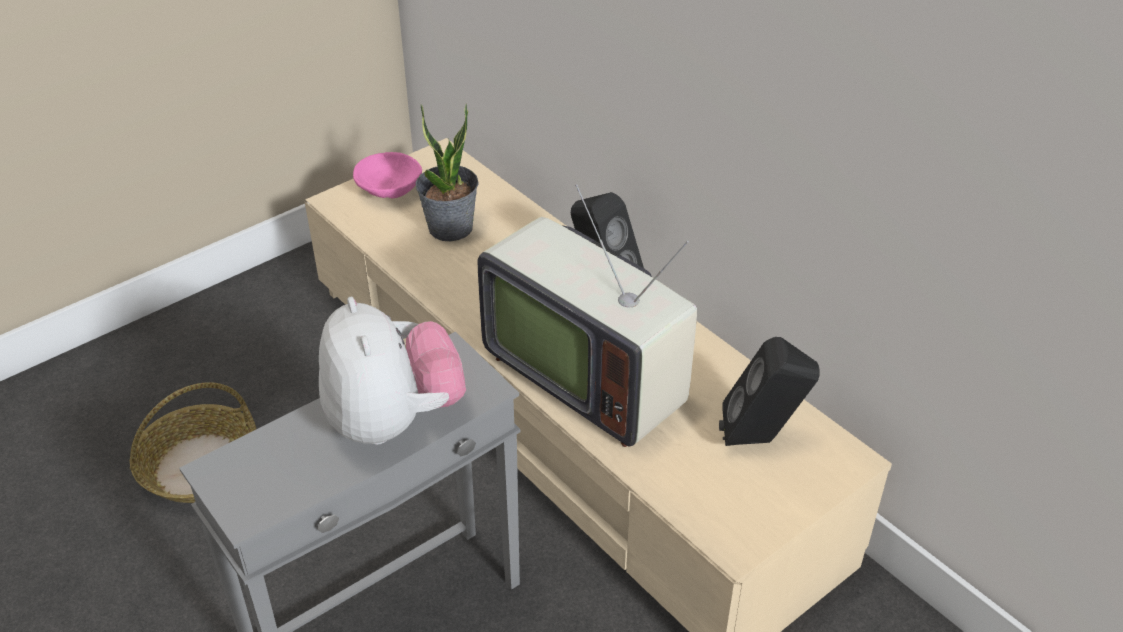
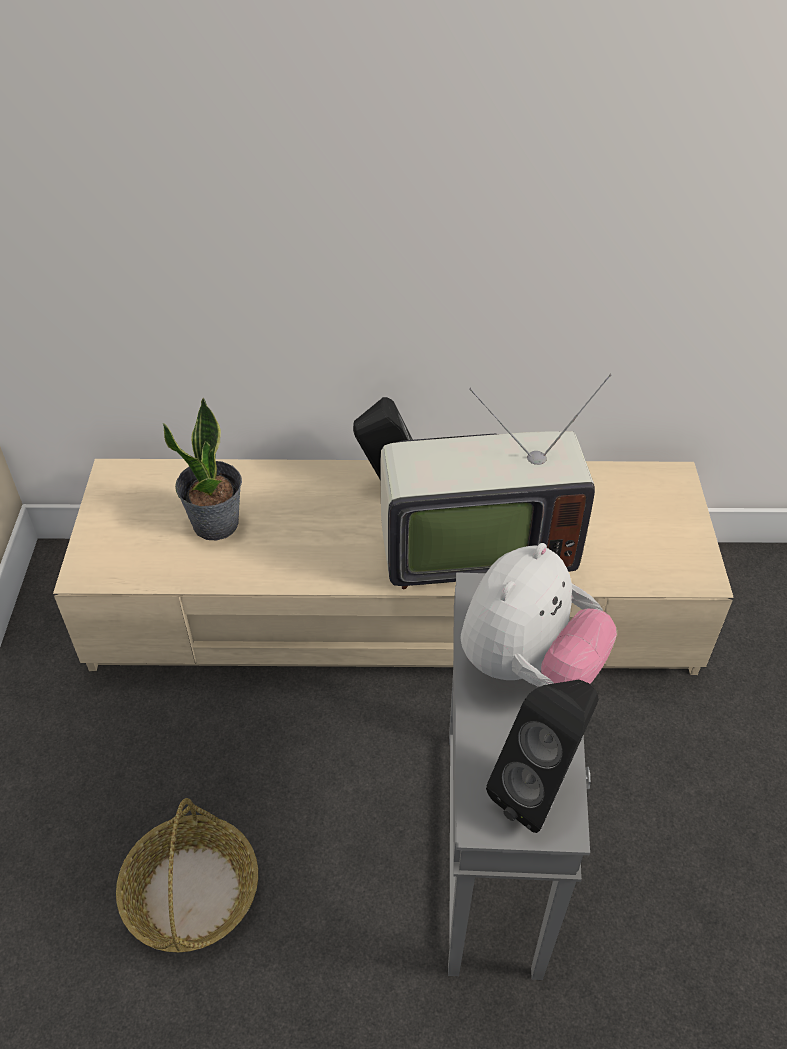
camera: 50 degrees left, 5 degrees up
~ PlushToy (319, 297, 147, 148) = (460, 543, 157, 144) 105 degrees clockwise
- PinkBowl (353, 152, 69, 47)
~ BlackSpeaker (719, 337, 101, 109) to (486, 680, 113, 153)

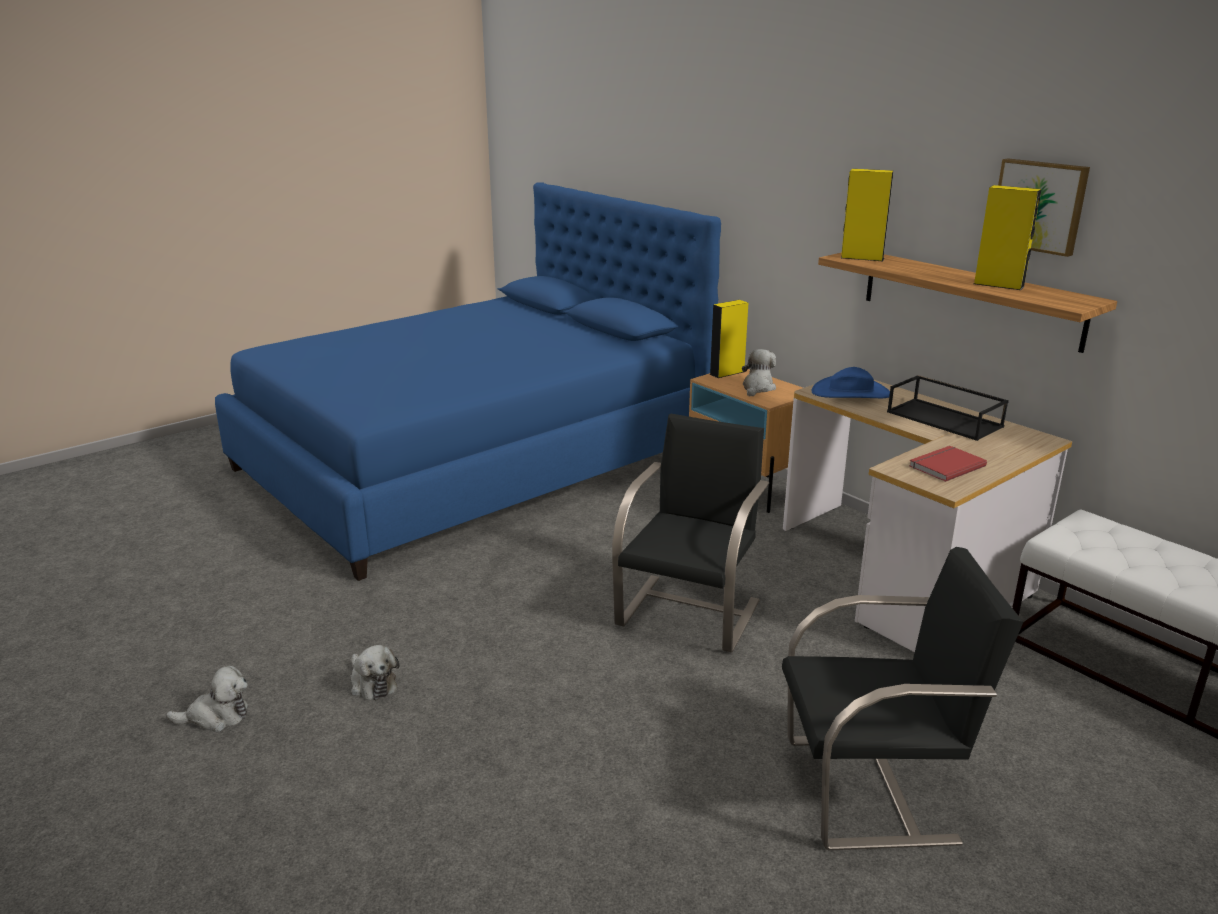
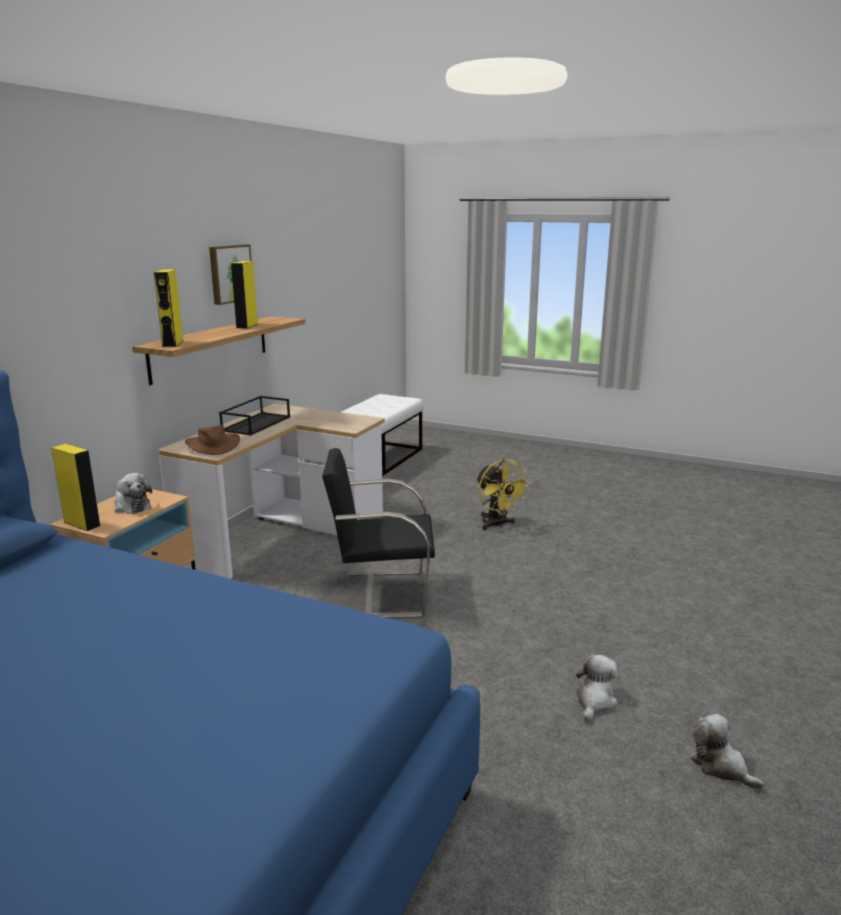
camera: 115 degrees left, 5 degrees down
~ PlushToy (742, 349, 34, 48) = (115, 473, 37, 41) 135 degrees counterclockwise
~ BlackChair (782, 547, 241, 303) to YellowFan (476, 459, 55, 71)
~ BlueHat (811, 367, 79, 31) to BrownHat (185, 425, 55, 30)
- RedBook (909, 446, 78, 36)

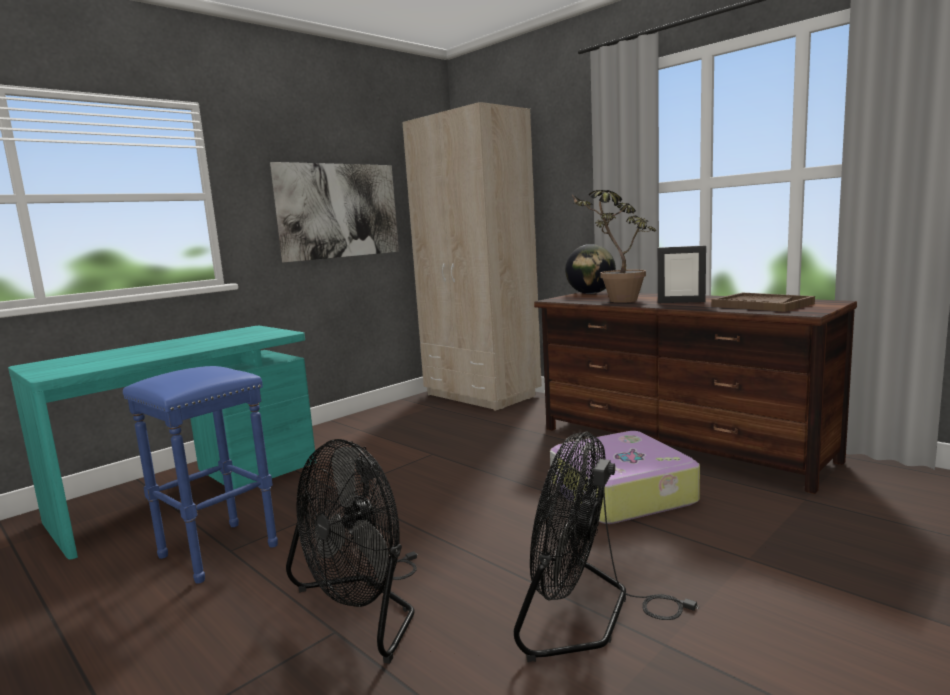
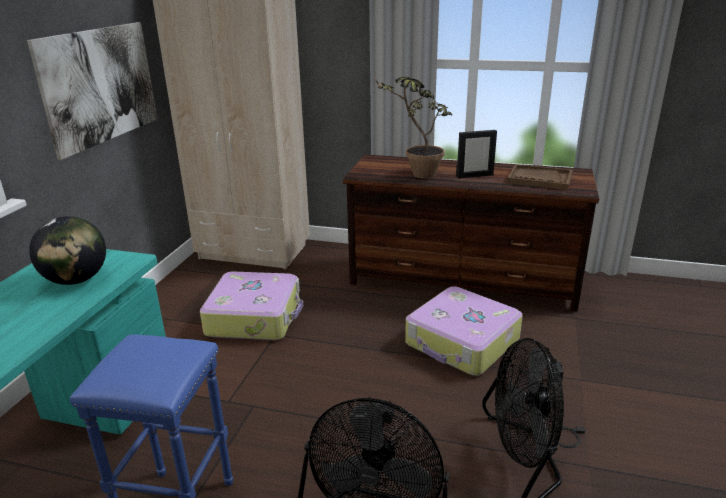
camera: 30 degrees left, 15 degrees up
~ Globe (565, 244, 51, 50) to (29, 216, 77, 69)
+ Suitcase (200, 271, 103, 69)

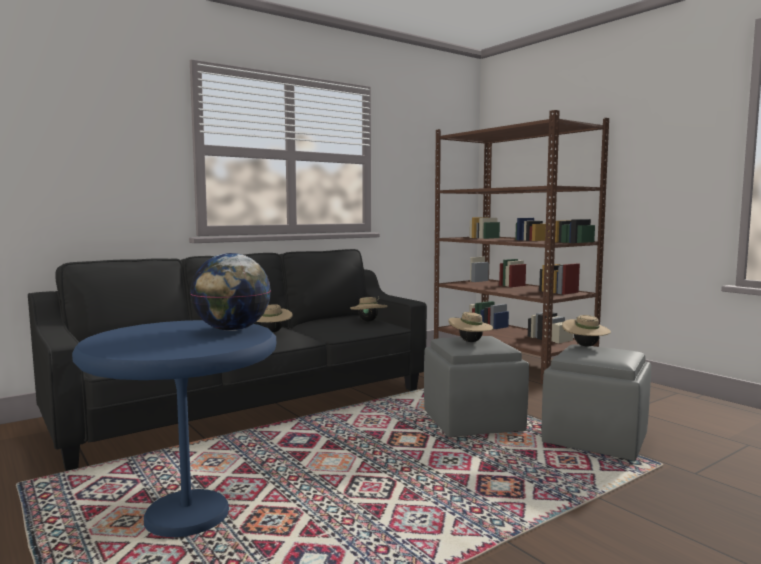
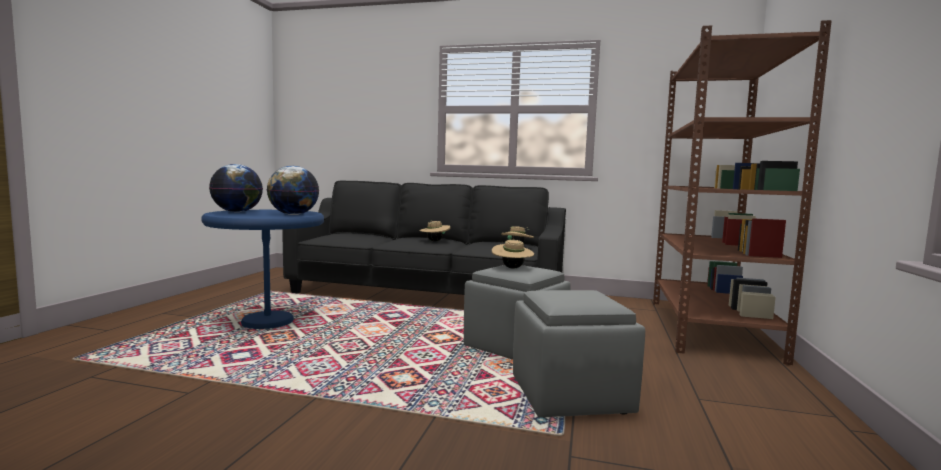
camera: 50 degrees right, 0 degrees up
- BeigeHat (562, 315, 49, 31)
+ Globe (209, 164, 54, 48)

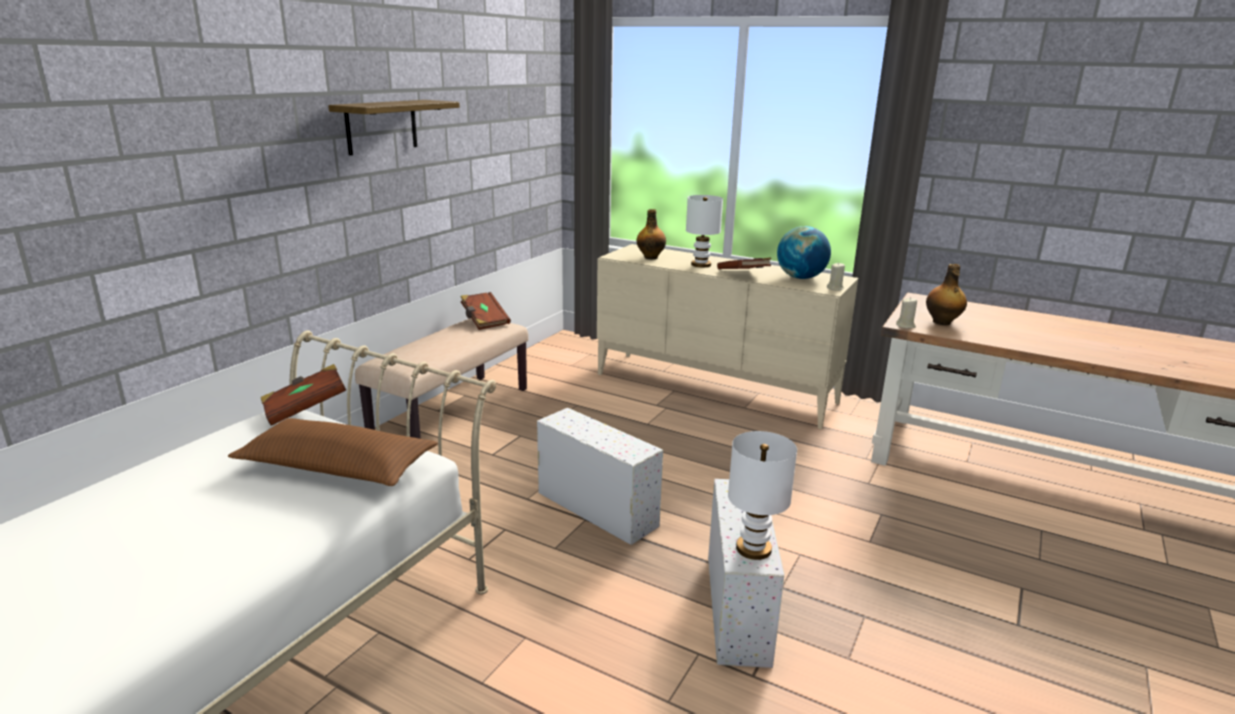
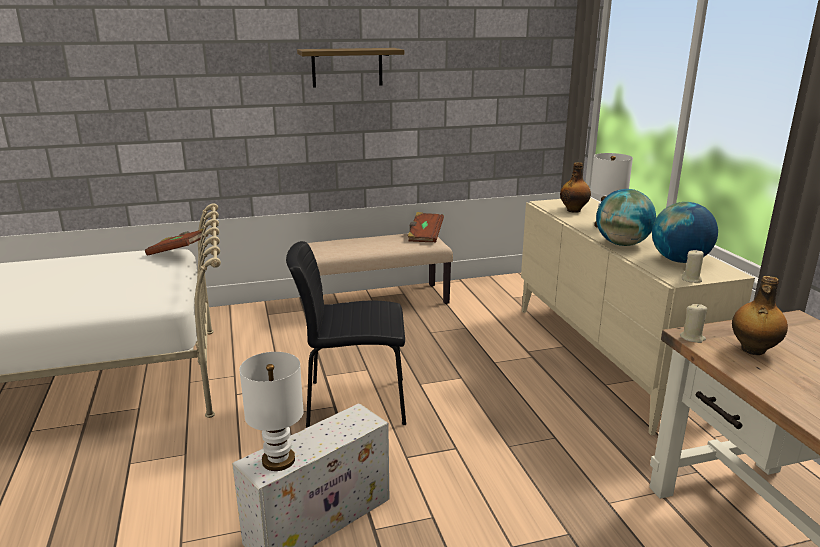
camera: 45 degrees right, 0 degrees up
- BrownPillow (228, 418, 210, 68)
~ WhiteStorageBox (537, 408, 126, 137) to BlackChair (286, 241, 120, 186)
~ BrownBook (717, 257, 54, 12) to Globe (596, 189, 60, 57)

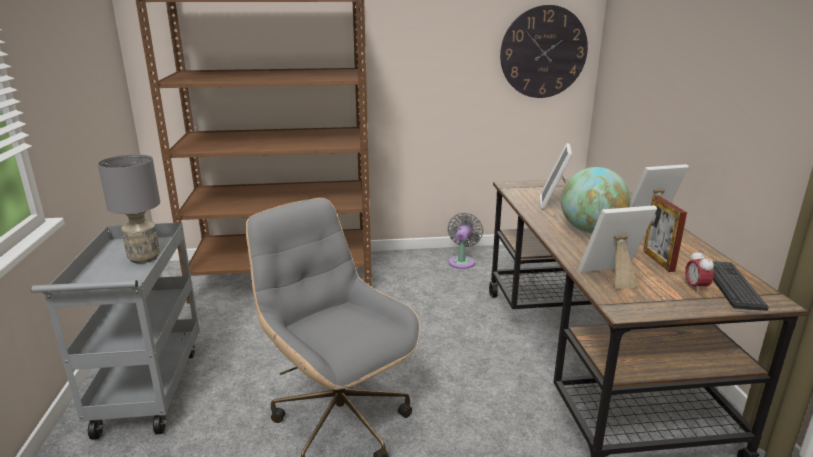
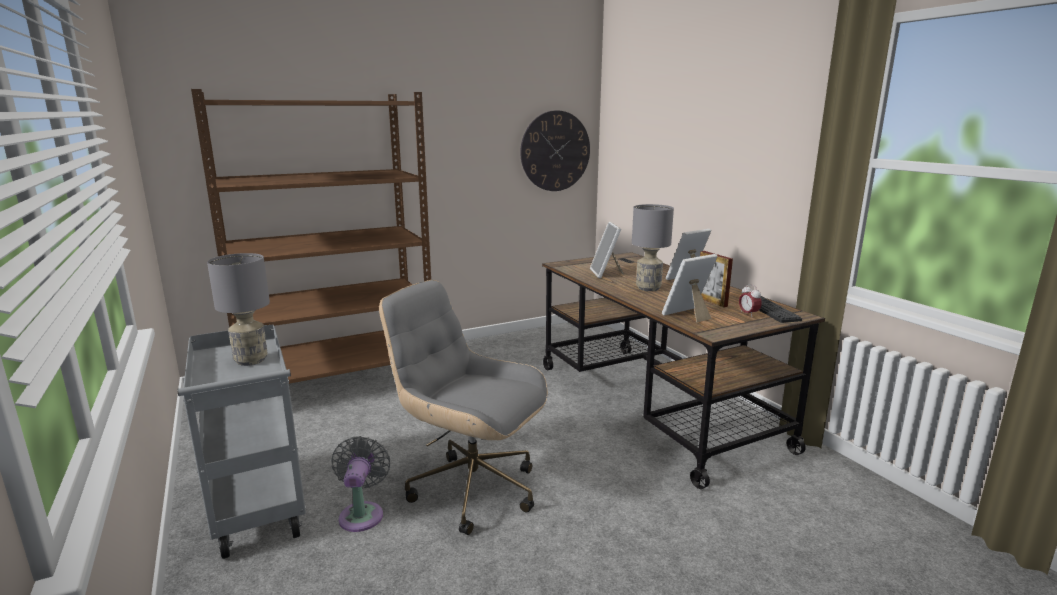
camera: 20 degrees left, 5 degrees down
~ GreyFan (448, 213, 35, 56) to (332, 436, 58, 96)
~ Globe (561, 167, 70, 66) to GreyTableLamp (632, 204, 42, 87)

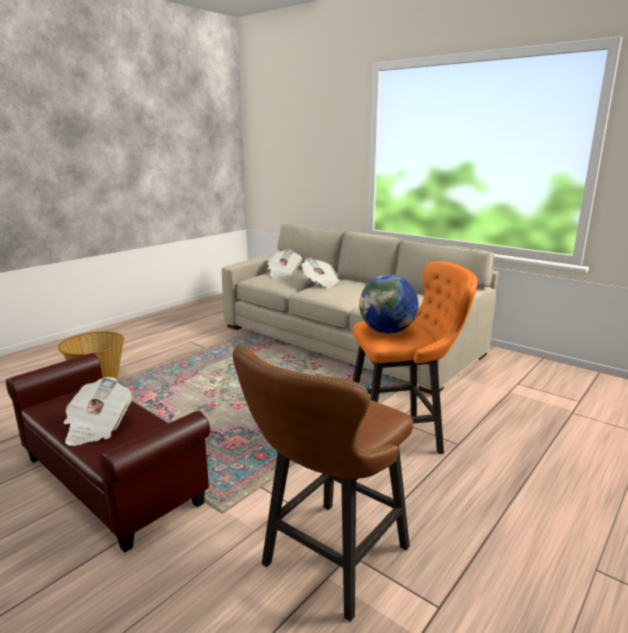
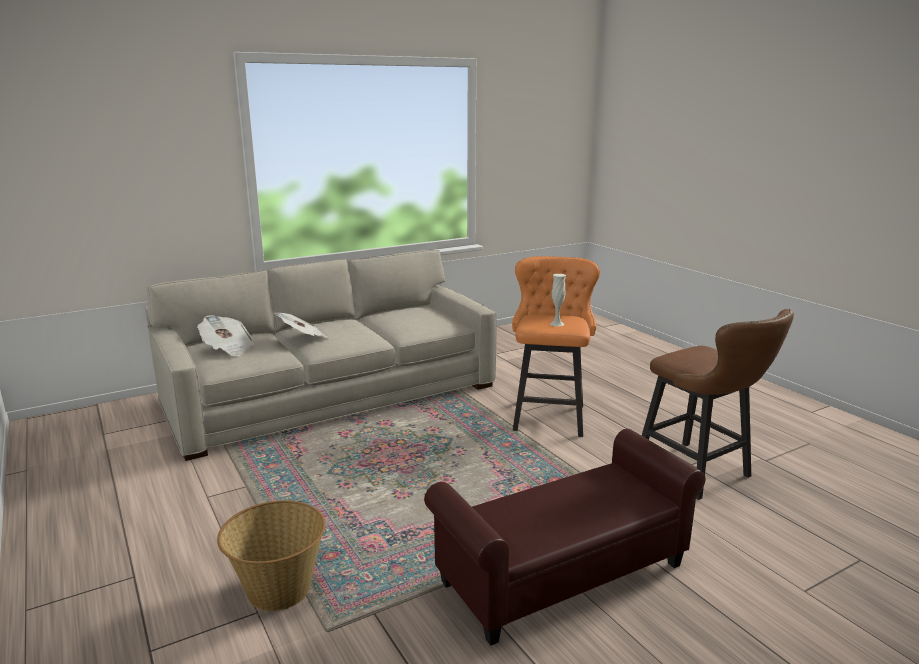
camera: 70 degrees left, 0 degrees up
- Newspaper (64, 377, 68, 69)
~ Globe (359, 275, 59, 58) to WhiteVase (550, 274, 16, 53)

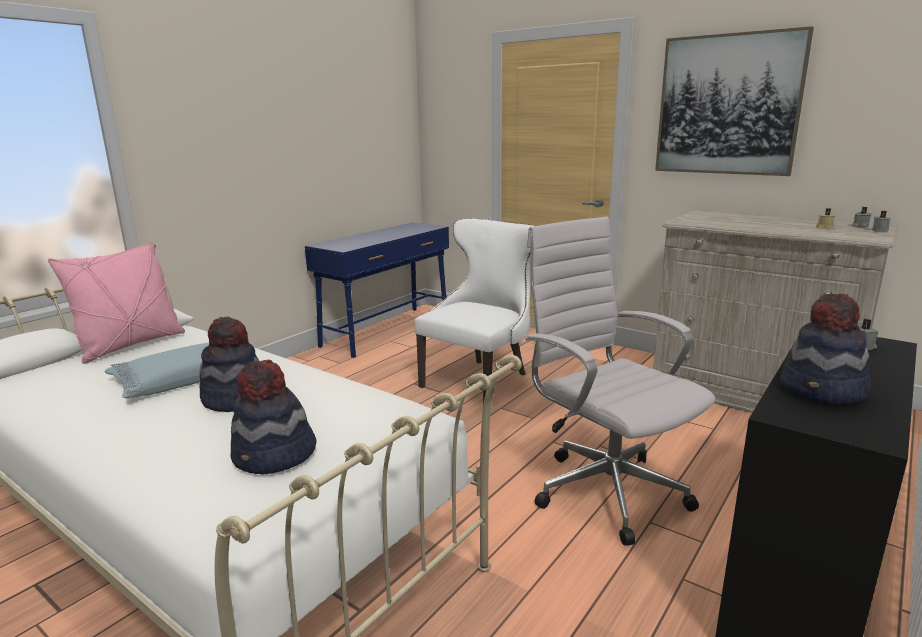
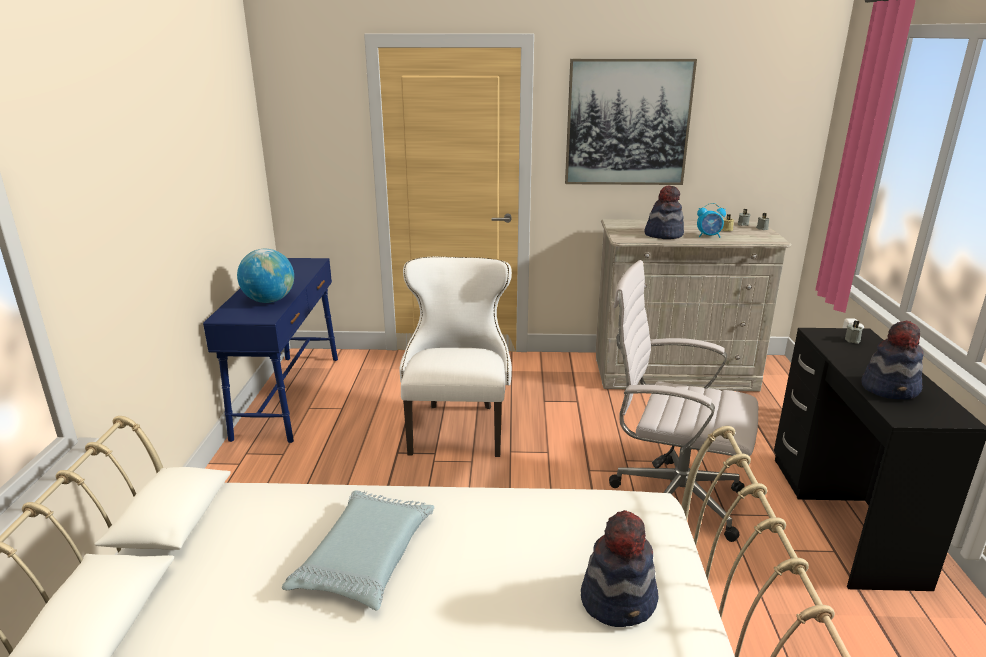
camera: 35 degrees left, 5 degrees up
- PinkPillow (48, 242, 137, 122)
~ Hat (200, 317, 59, 95) to (645, 185, 39, 54)
+ Globe (237, 249, 57, 54)
+ AlarmClock (697, 203, 29, 35)

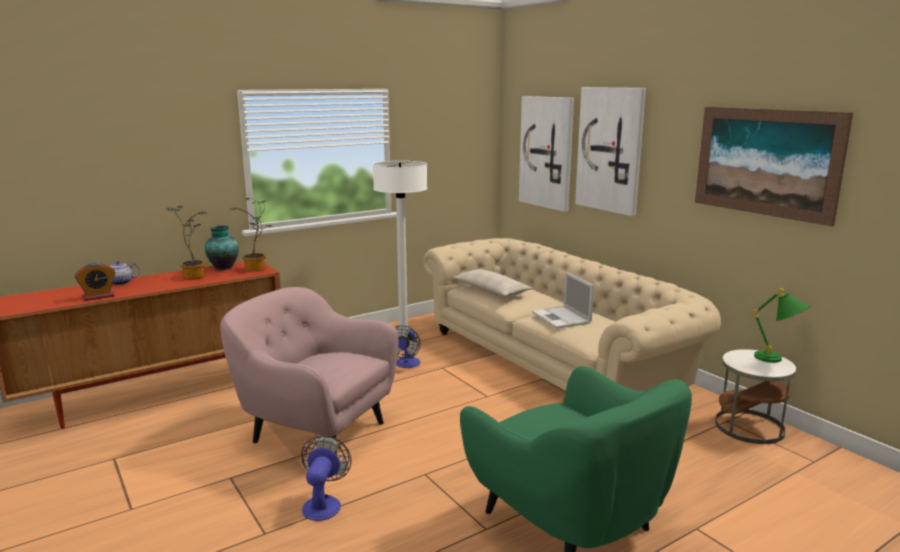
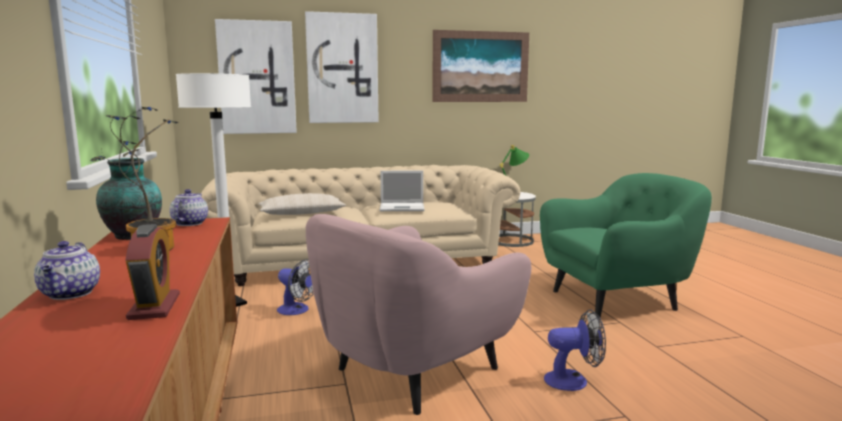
camera: 70 degrees left, 5 degrees down
~ PottedPlant (230, 198, 43, 74) to Teapot (169, 189, 39, 37)
~ Fan (301, 435, 50, 86) = (544, 309, 62, 82) 150 degrees clockwise

